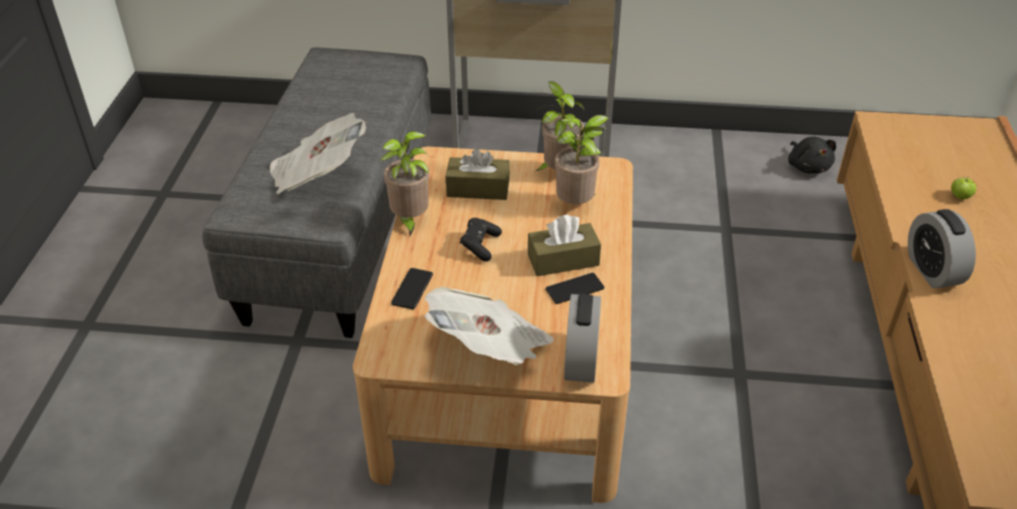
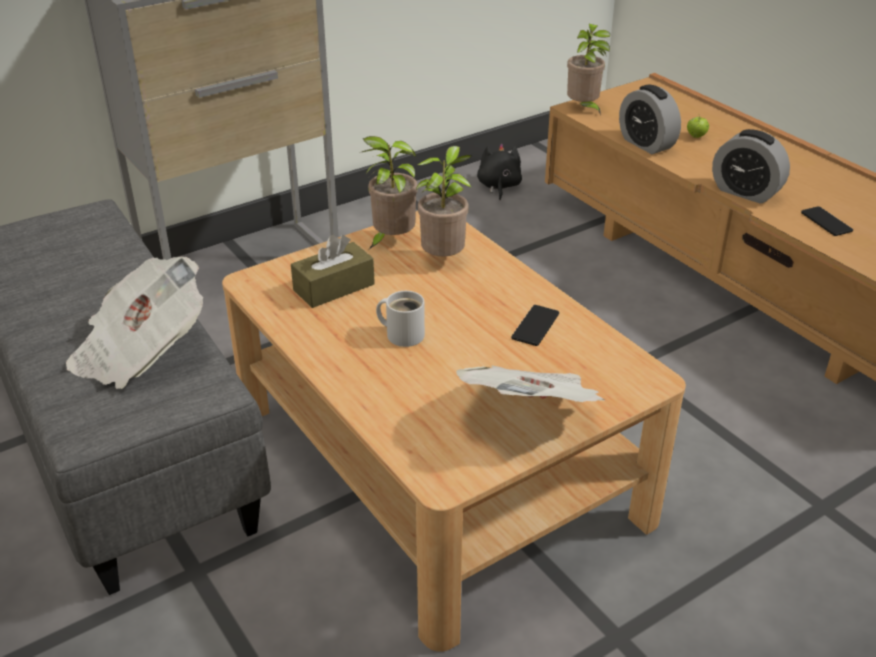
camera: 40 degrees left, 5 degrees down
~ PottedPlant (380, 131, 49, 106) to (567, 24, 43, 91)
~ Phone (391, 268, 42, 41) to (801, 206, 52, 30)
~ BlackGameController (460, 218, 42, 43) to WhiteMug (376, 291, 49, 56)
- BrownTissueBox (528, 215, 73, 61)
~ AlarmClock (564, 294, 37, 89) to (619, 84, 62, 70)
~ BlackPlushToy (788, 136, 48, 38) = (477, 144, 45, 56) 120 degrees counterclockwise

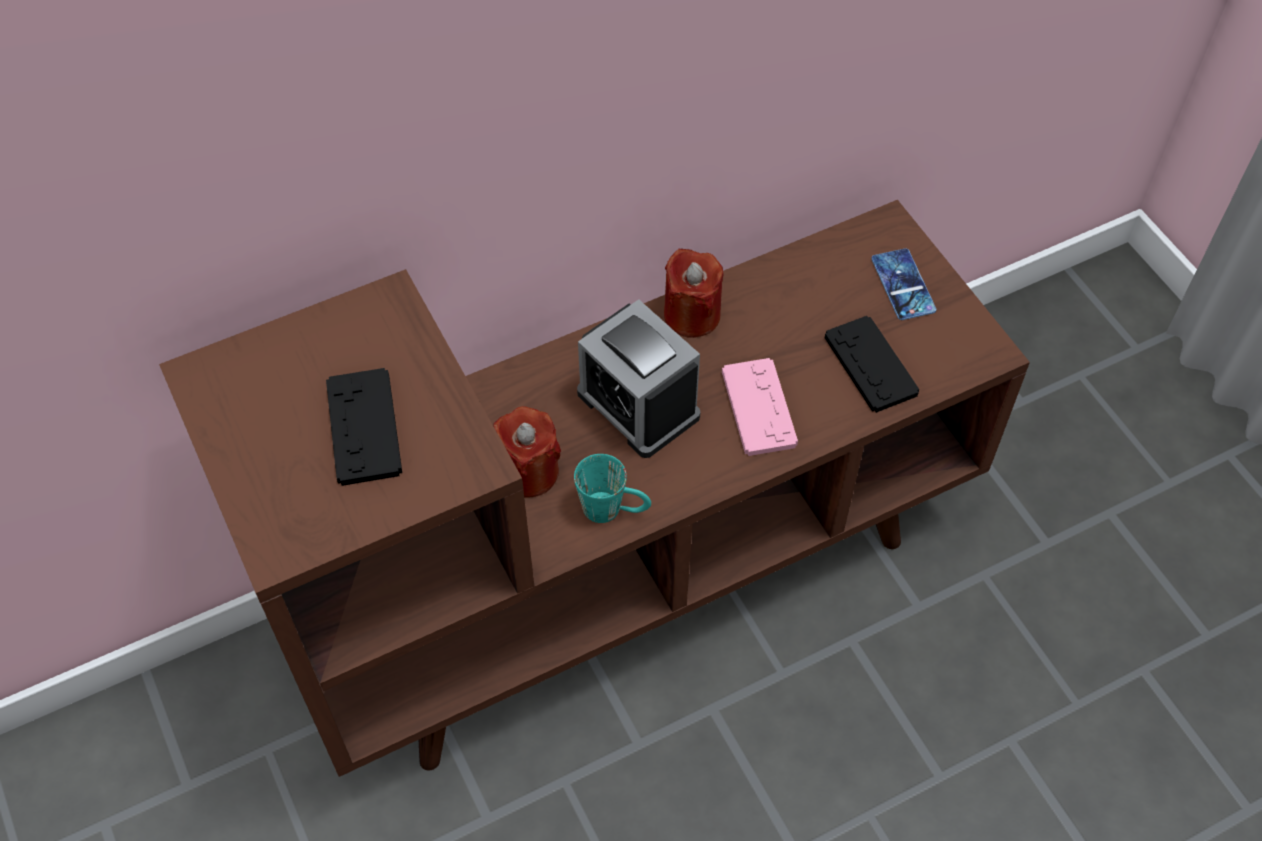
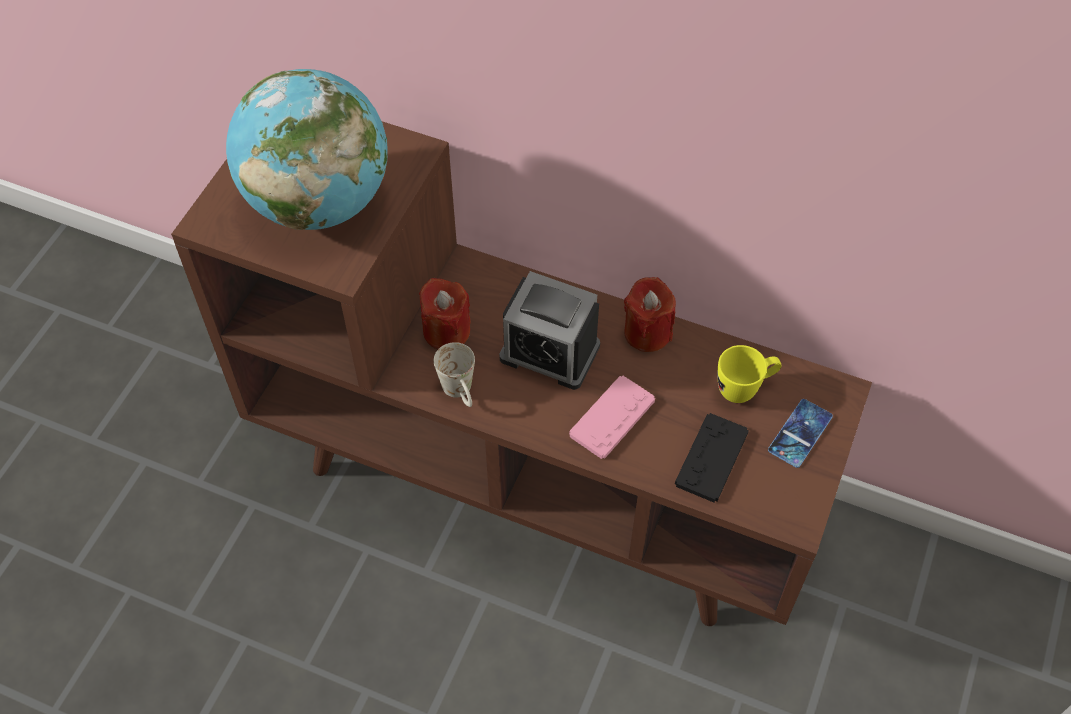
camera: 50 degrees right, 0 degrees up
~ BlackGameController (326, 368, 76, 118) to Globe (226, 69, 162, 161)
~ TurquoiseMug (574, 454, 77, 69) to WhiteMug (434, 342, 41, 65)
~ AlarmClock (577, 299, 123, 159) = (499, 271, 101, 119) 75 degrees counterclockwise
+ YellowMug (718, 345, 64, 58)

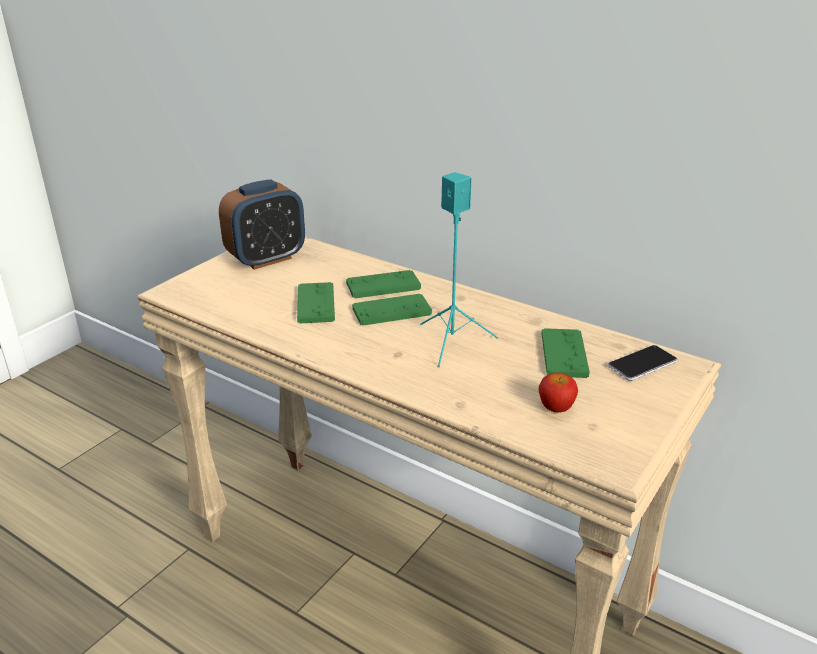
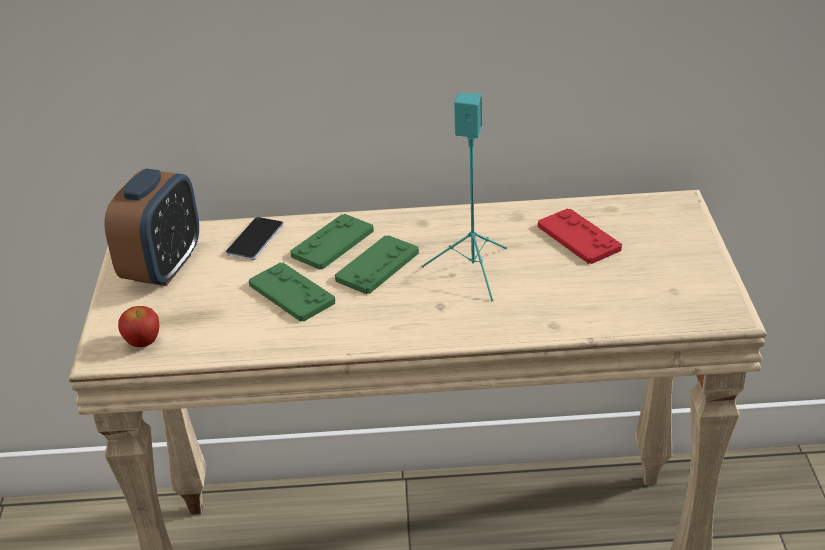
camera: 35 degrees left, 5 degrees up
~ Apple (539, 373, 39, 40) to (118, 306, 41, 41)
~ GreenGameController (541, 328, 49, 50) to RedGameController (538, 208, 84, 56)
~ Phone (608, 345, 69, 36) to (225, 217, 59, 43)

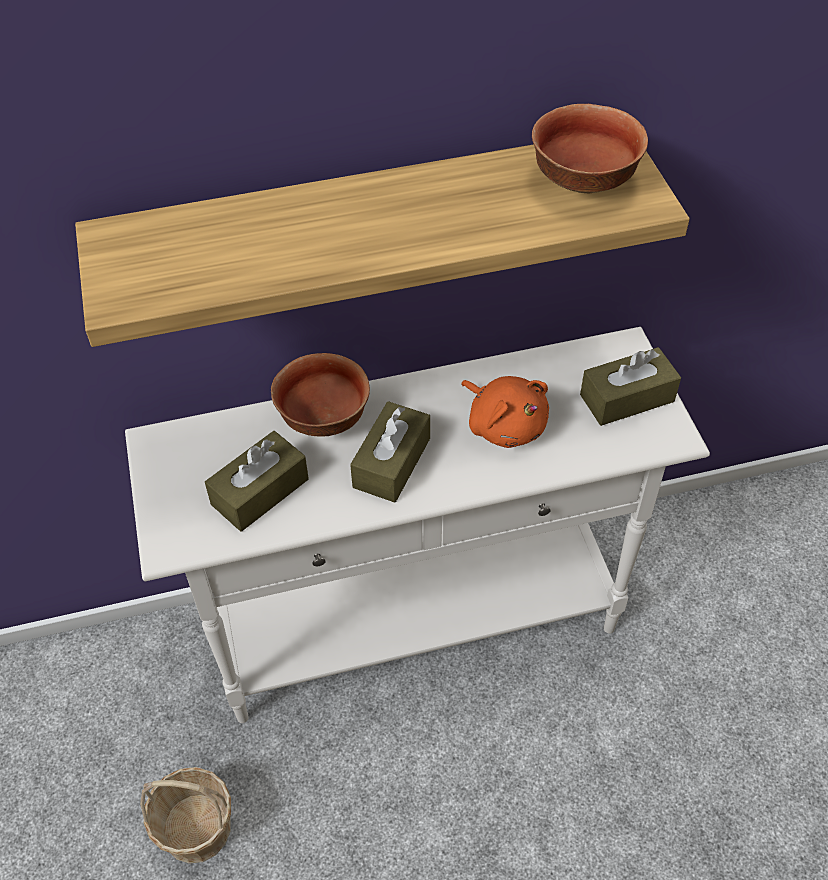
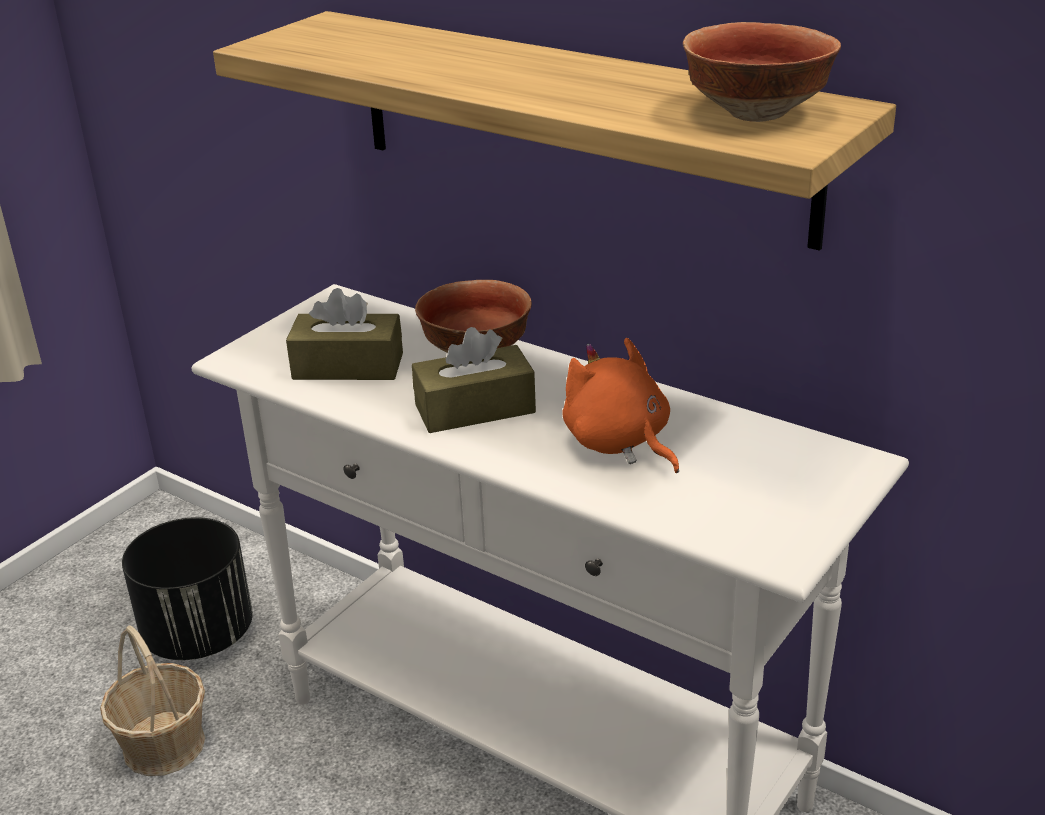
camera: 50 degrees right, 20 degrees down
~ OrangePlushToy (461, 376, 88, 72) = (563, 338, 116, 135) 135 degrees clockwise
- BrownTissueBox (580, 347, 101, 79)
+ BlackPlanter (122, 517, 131, 143)

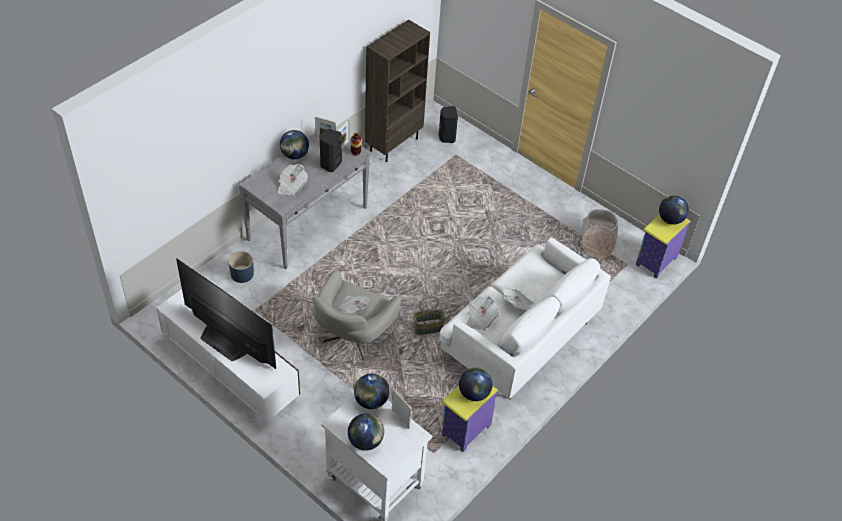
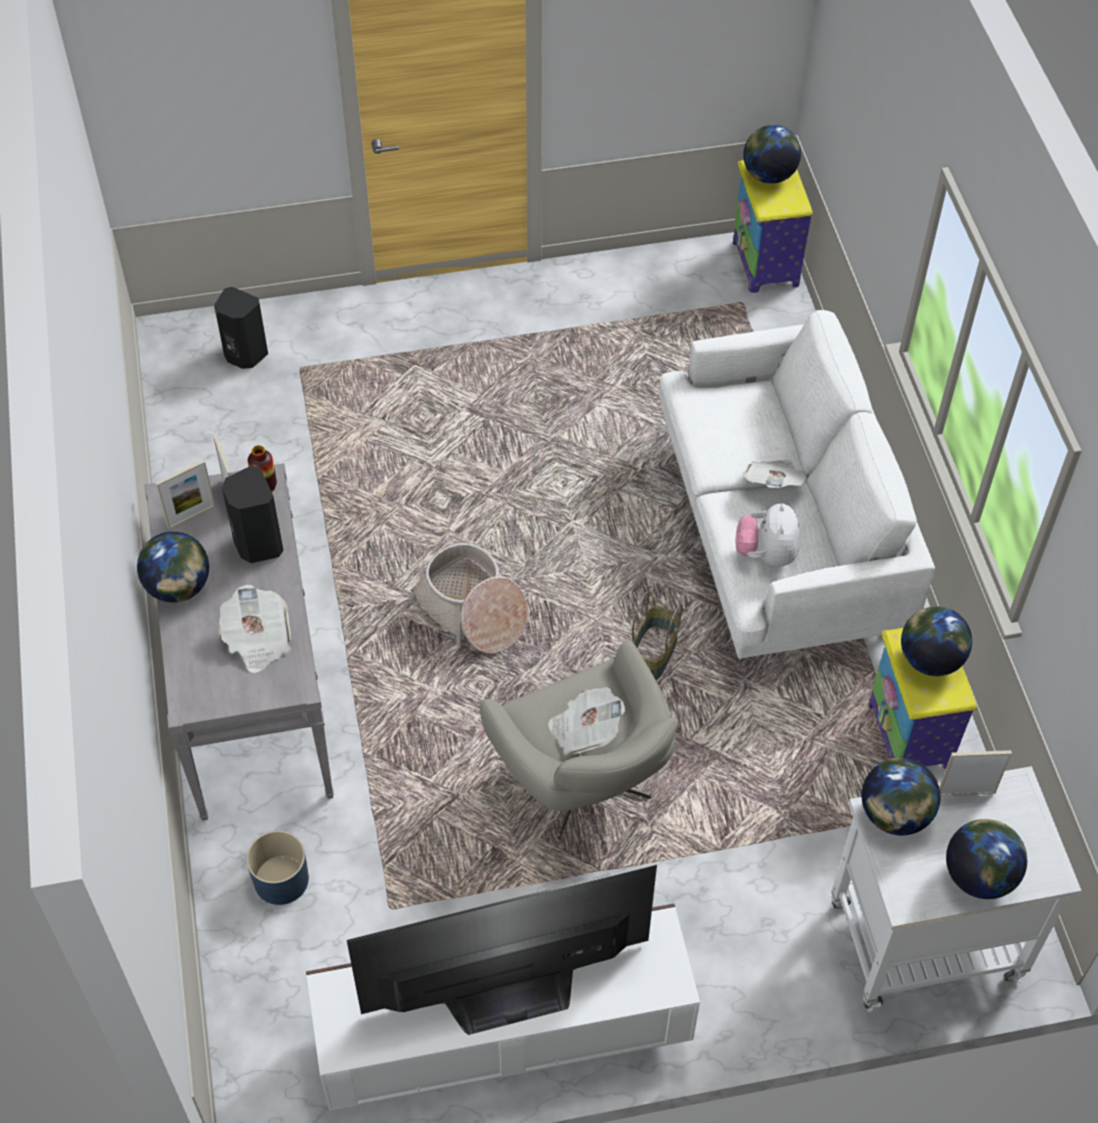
camera: 50 degrees left, 5 degrees up
- BrownBookcase (365, 19, 65, 143)
~ Newspaper (466, 296, 33, 35) to PlushToy (736, 503, 64, 64)
~ Basket (580, 209, 38, 49) to (409, 543, 120, 111)

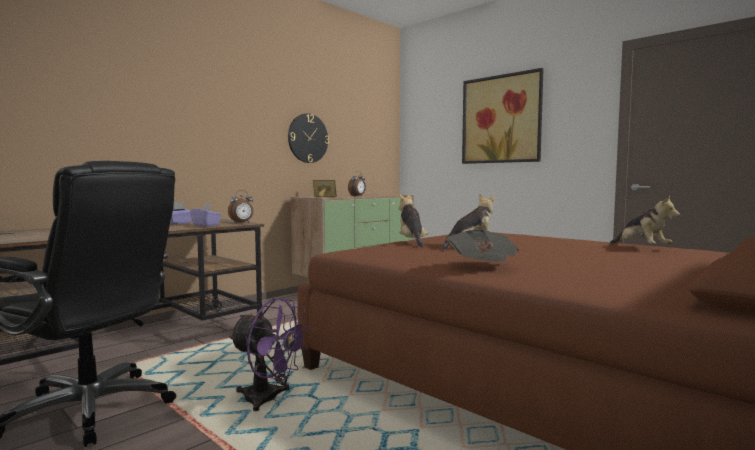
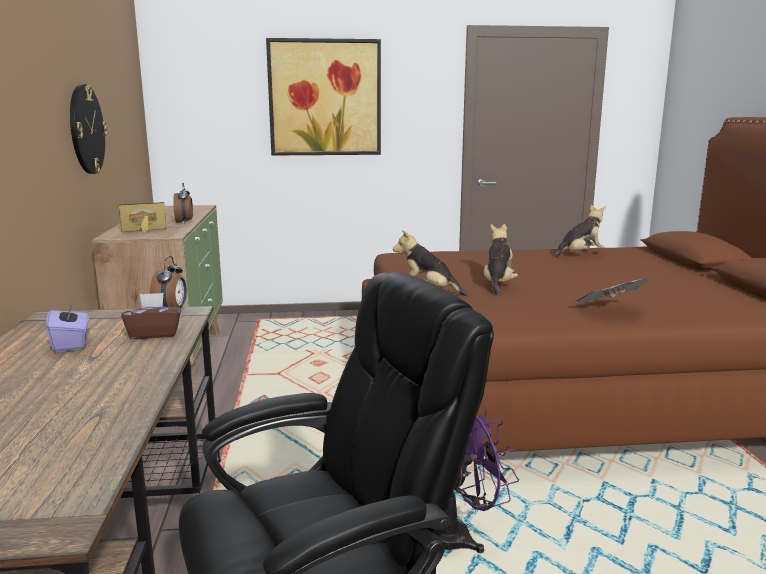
camera: 50 degrees left, 10 degrees up
~ PurpleTissueBox (190, 203, 32, 23) to BrownTissueBox (121, 293, 60, 46)
~ PlushToy (610, 195, 70, 49) = (554, 205, 52, 53) 45 degrees counterclockwise

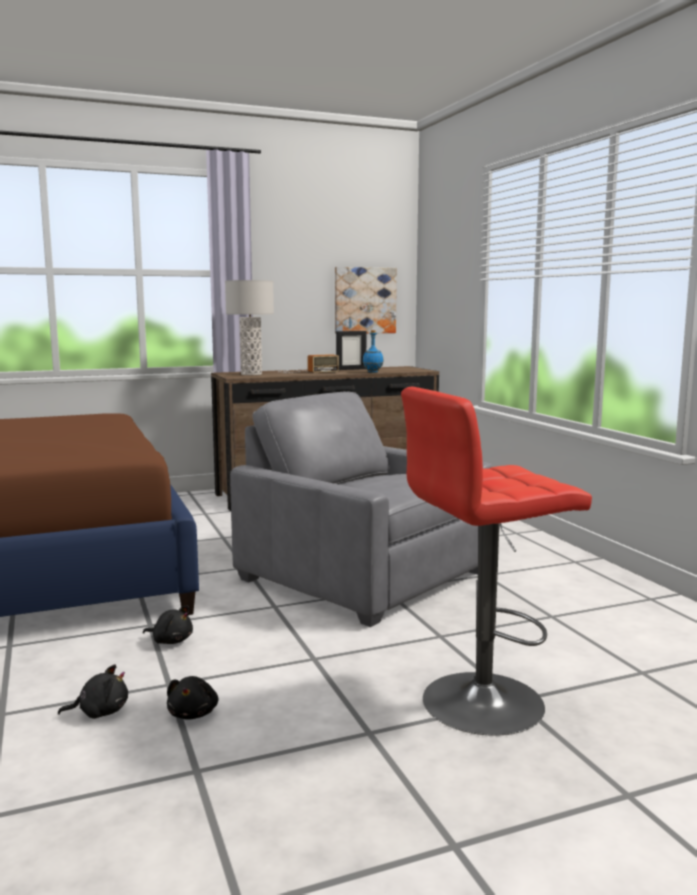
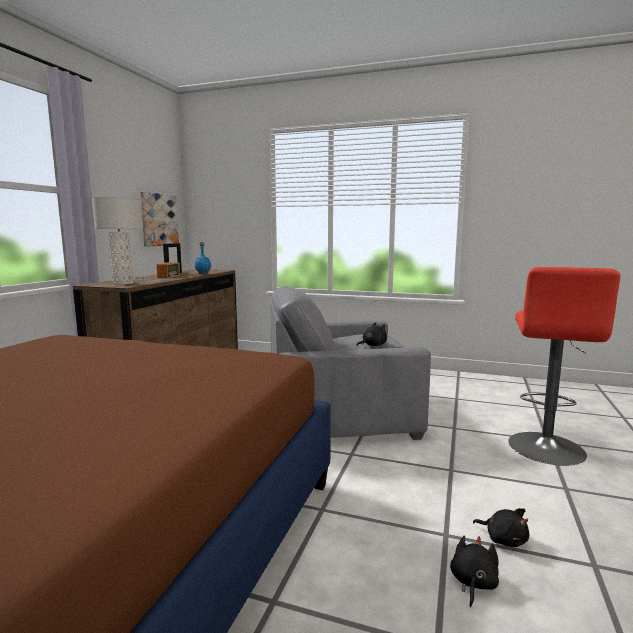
camera: 50 degrees left, 0 degrees up
~ BlackPlushToy (143, 605, 50, 39) to (357, 322, 30, 24)

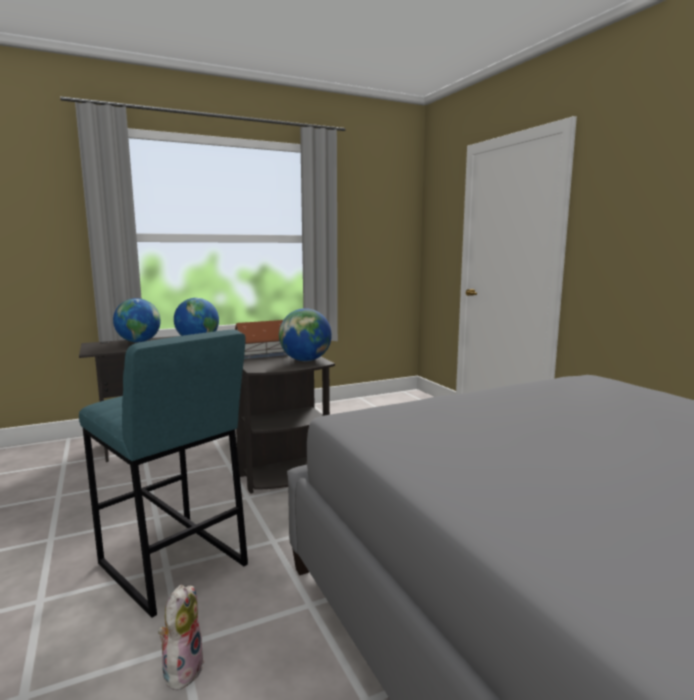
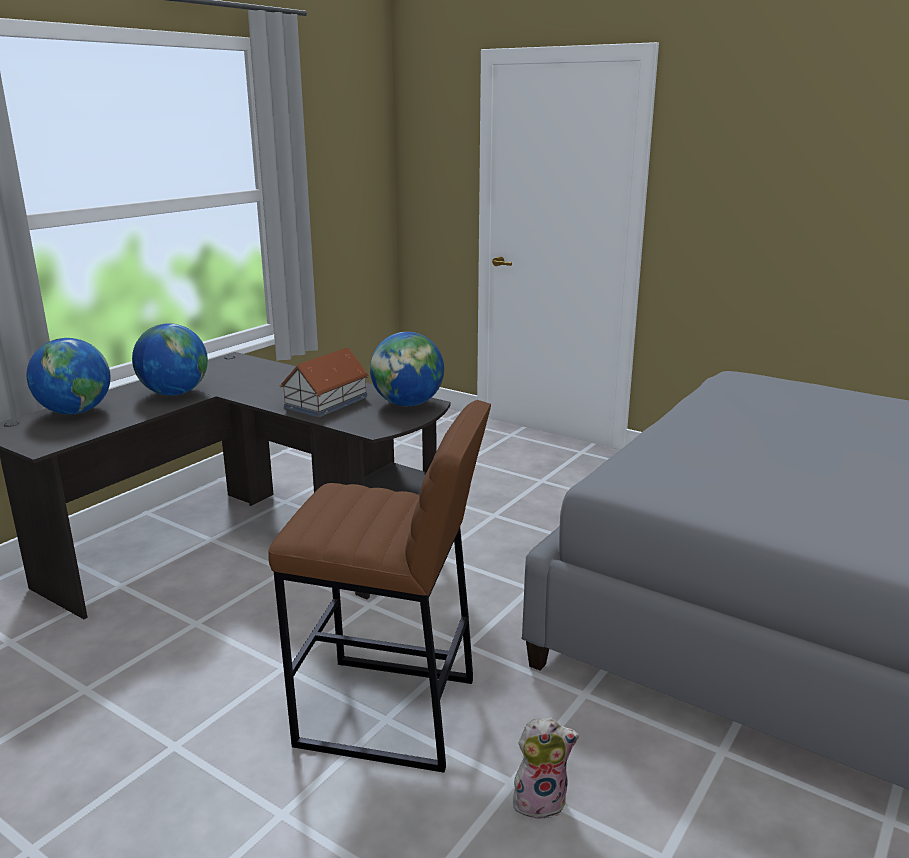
camera: 30 degrees left, 10 degrees up
~ TurquoiseStool (79, 330, 169, 288) to BrownStool (268, 400, 223, 373)
~ PlushToy (158, 585, 46, 105) = (513, 718, 66, 102) 105 degrees clockwise

